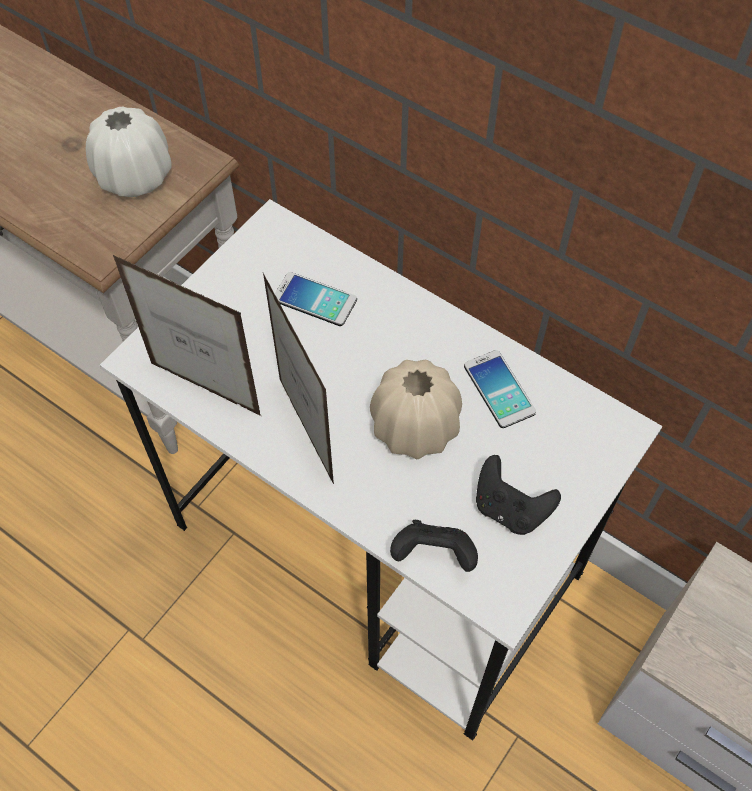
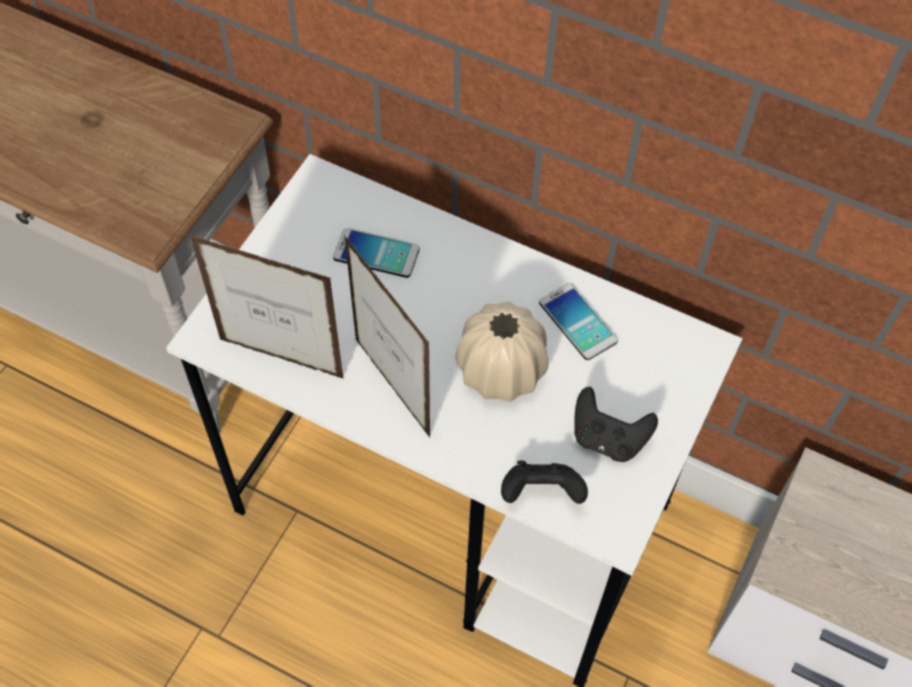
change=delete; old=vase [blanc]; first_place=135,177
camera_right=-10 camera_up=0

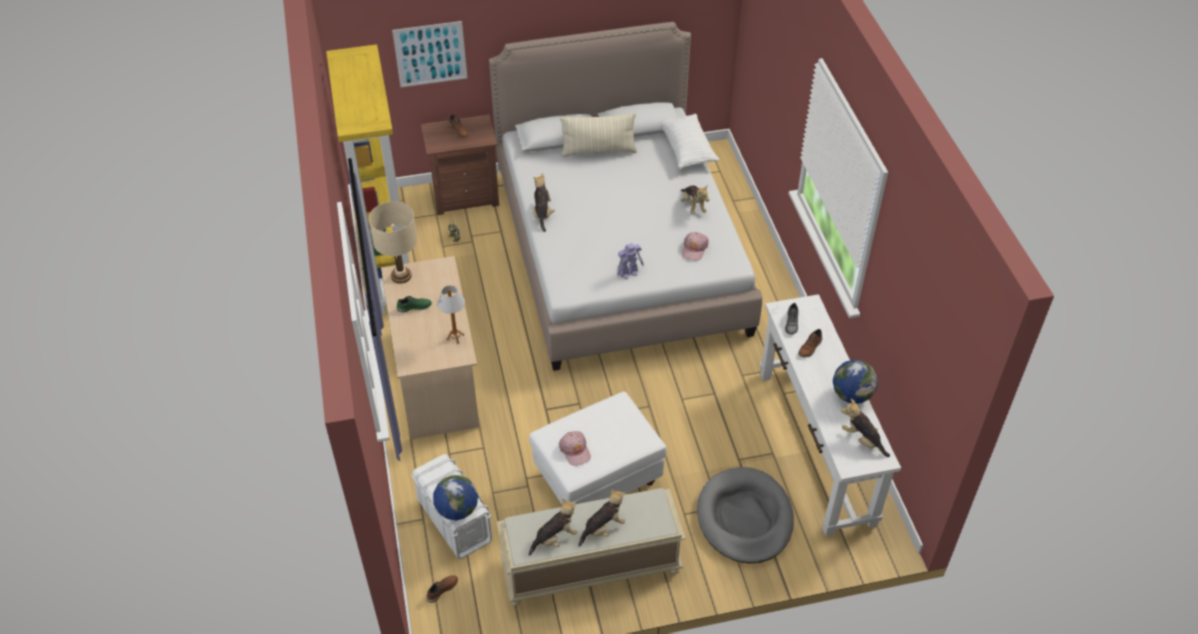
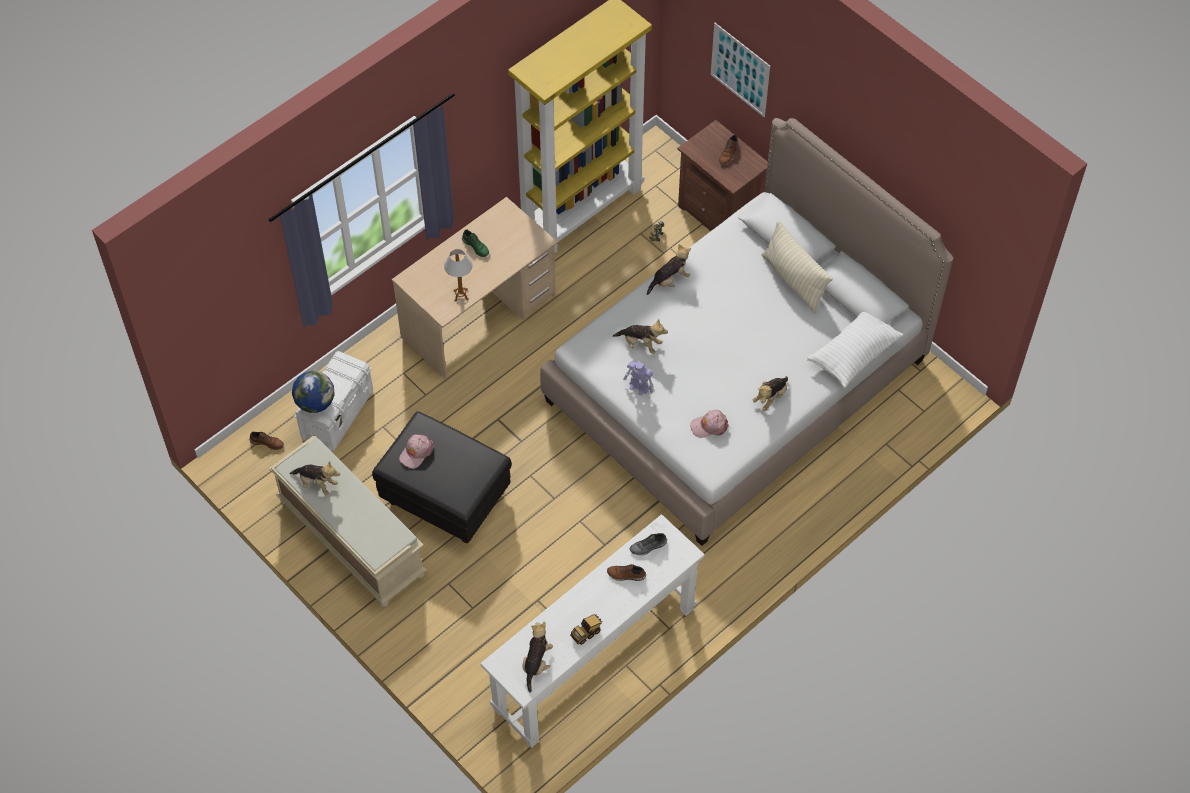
change=delete; old=lampe de table [beige]; first_place=401,276
change=delete; old=panier pour chien [gris]; first_place=744,518
change=move; old=peluche; first_place=603,528; second_place=640,344
change=replace; old=globe; new=camion jouet; first_place=851,395; second_place=586,633
change=recolor; old=pouf [blanc]; new=pouf [noir]; first_place=597,478; second_place=446,497
camera_right=60 camera_up=10

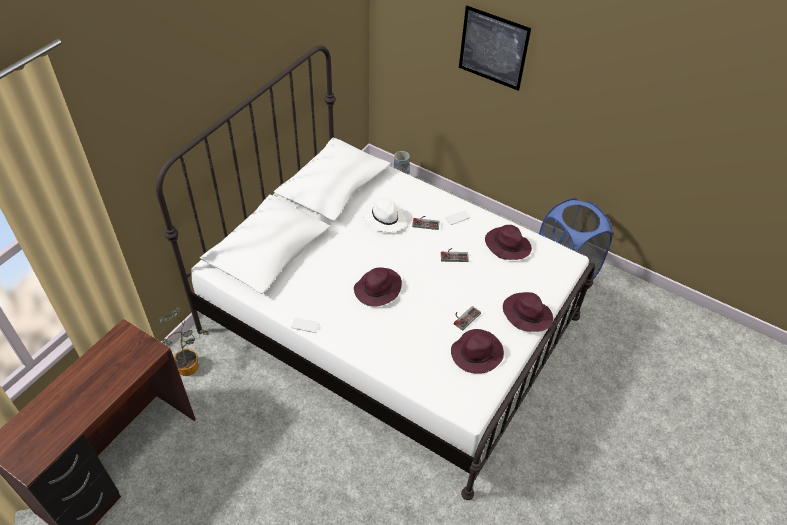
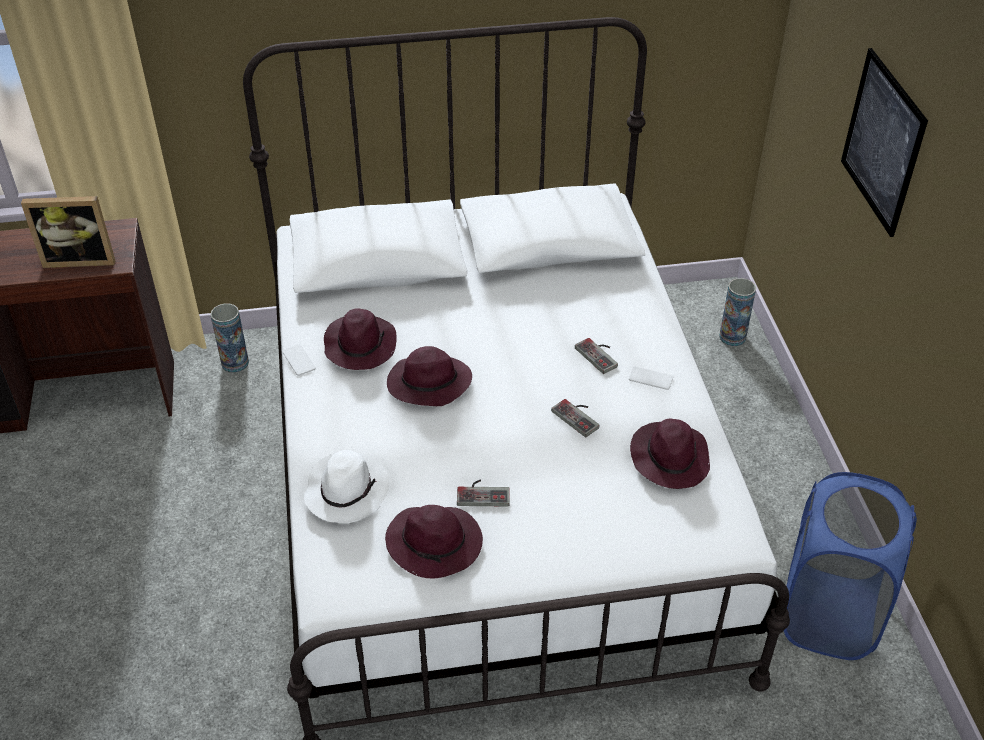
change=insert; new=cadre photo; second_place=80,258
change=move; old=chapeau [blanc]; first_place=384,218; second_place=346,490
change=move; old=chapeau [violet]; first_place=526,314; second_place=360,345
change=replace; old=plante en pot; new=vase; first_place=191,367; second_place=235,363
camera_right=50 camera_up=-5

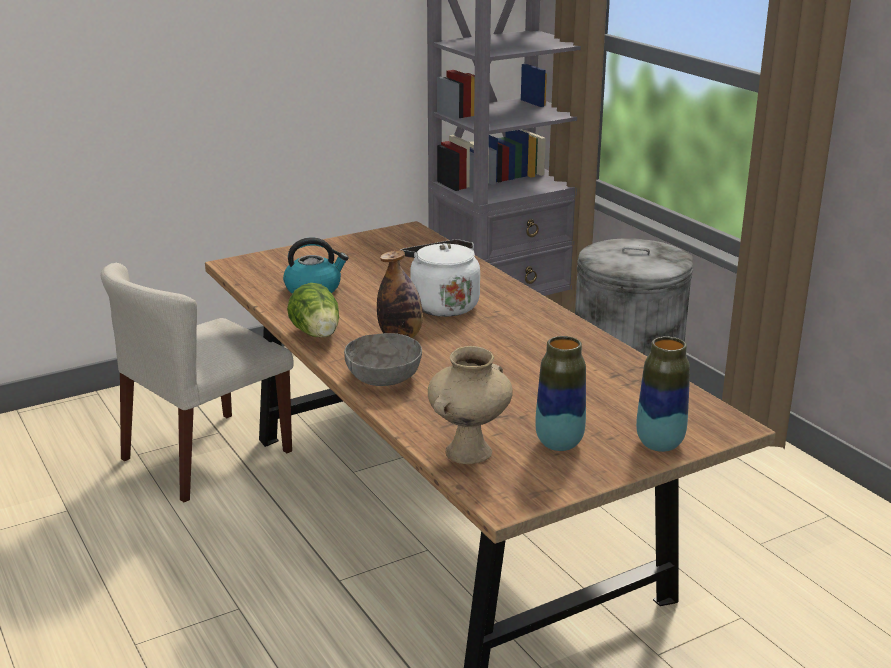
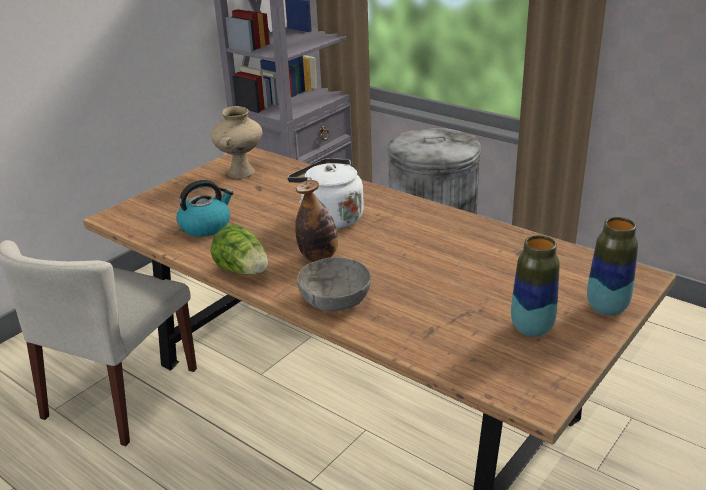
change=move; old=vase [beige]; first_place=469,453; second_place=241,173
camera_right=-20 camera_up=5

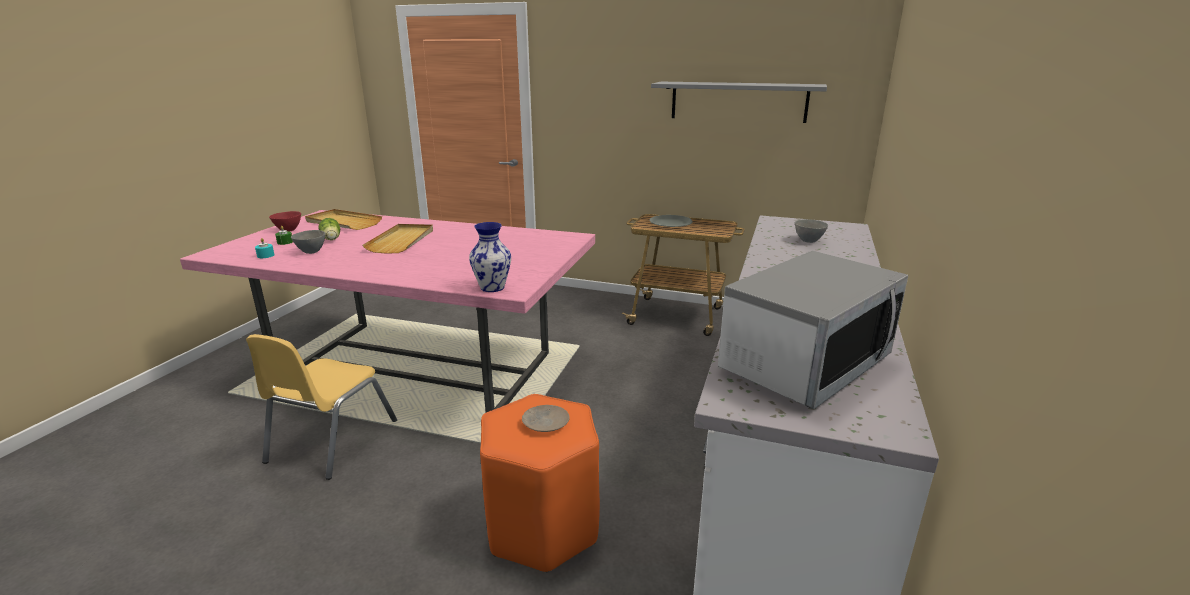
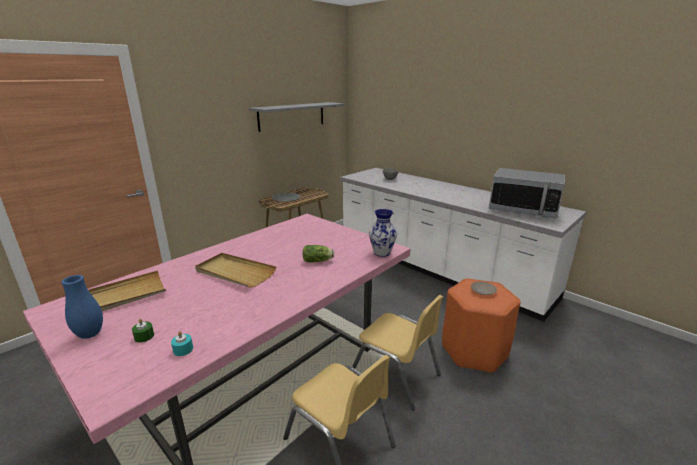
change=delete; old=bol [gris]; first_place=311,252
change=insert; new=chaise [jaune]; second_place=395,375
change=move; old=laitue; first_place=331,239; second_place=318,261
change=replace; old=bol [rouge]; new=vase [bleu]; first_place=288,230; second_place=90,334
change=rotate; old=micro-ondes; first_place=804,364; second_place=523,209; degrees=135
camera_right=-65 camera_up=0

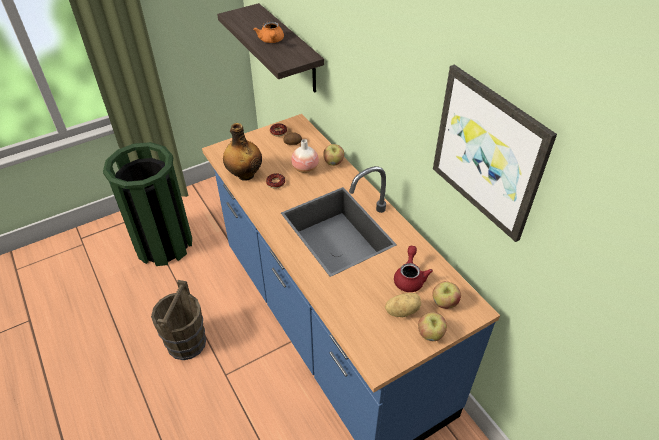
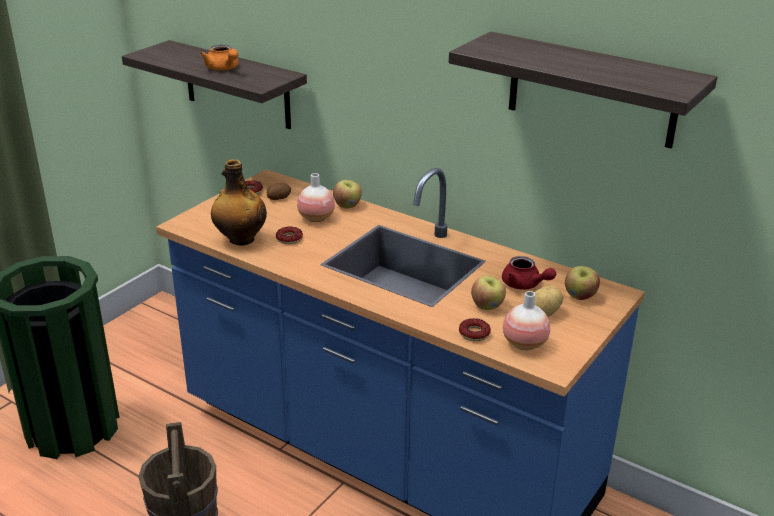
change=insert; new=beignet; second_place=474,333
change=insert; new=vase; second_place=524,344
change=move; old=pomme; first_place=430,334; second_place=487,306
change=replace; old=tableau; new=étagère; first_place=488,152; second_place=592,90
change=rotate; old=théière [rouge]; first_place=409,278; second_place=524,285; degrees=150
camera_right=-25 camera_up=-15

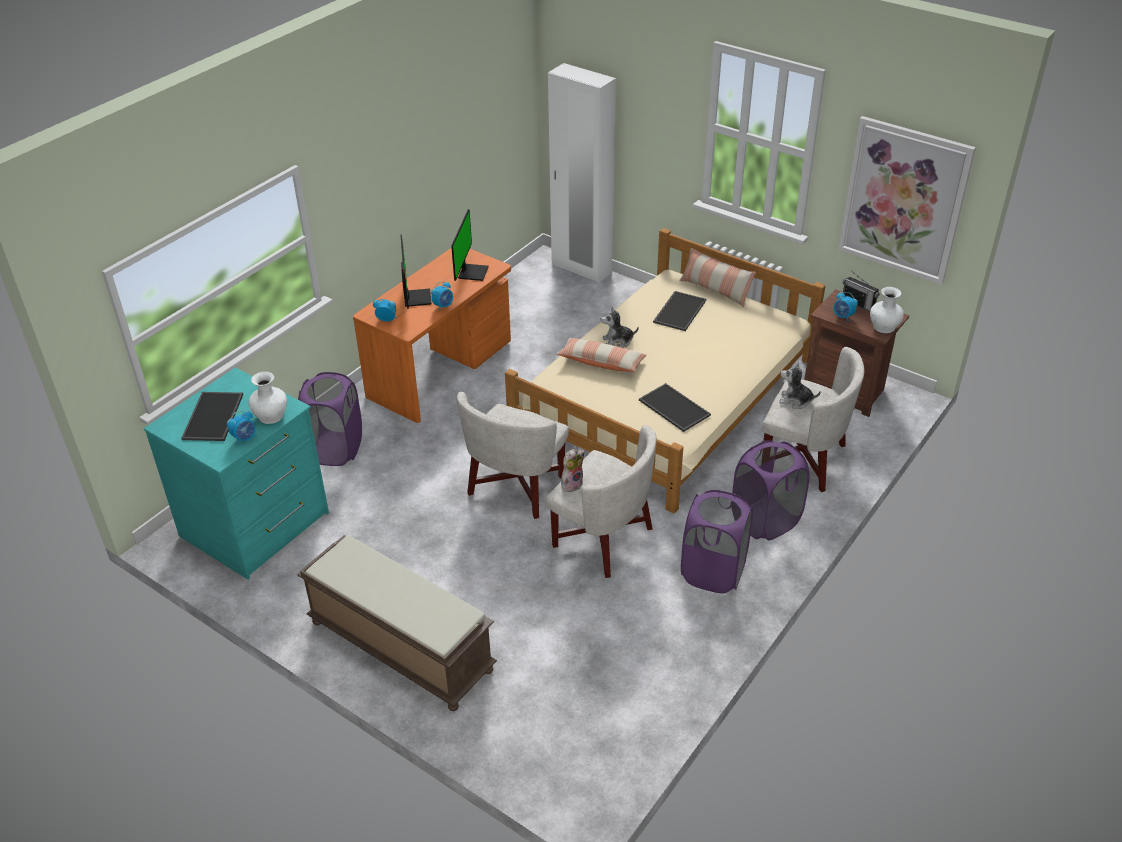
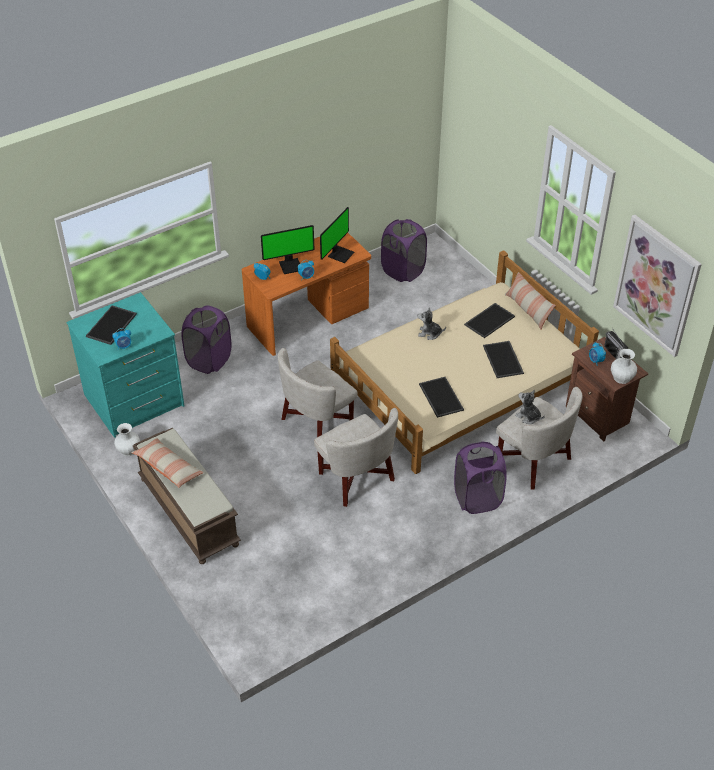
change=delete; old=armoire [blanc]; first_place=581,268
change=delete; old=peluche; first_place=571,484
change=insert; new=plateau; second_place=504,360
change=move; old=vase [blanc]; first_place=271,415; second_place=129,450
change=move; old=coussin; first_place=601,362; second_place=168,468
change=move; old=panier à linge [violet]; first_place=713,572; second_place=403,271
change=rotate; old=écran d'ordinateur; first_place=415,298; second_place=290,265; degrees=60
camera_right=20 camera_up=5

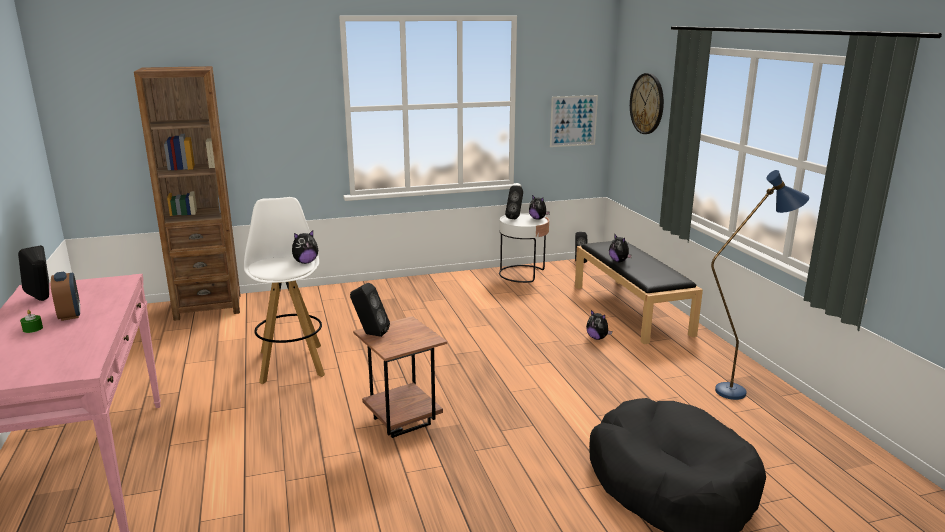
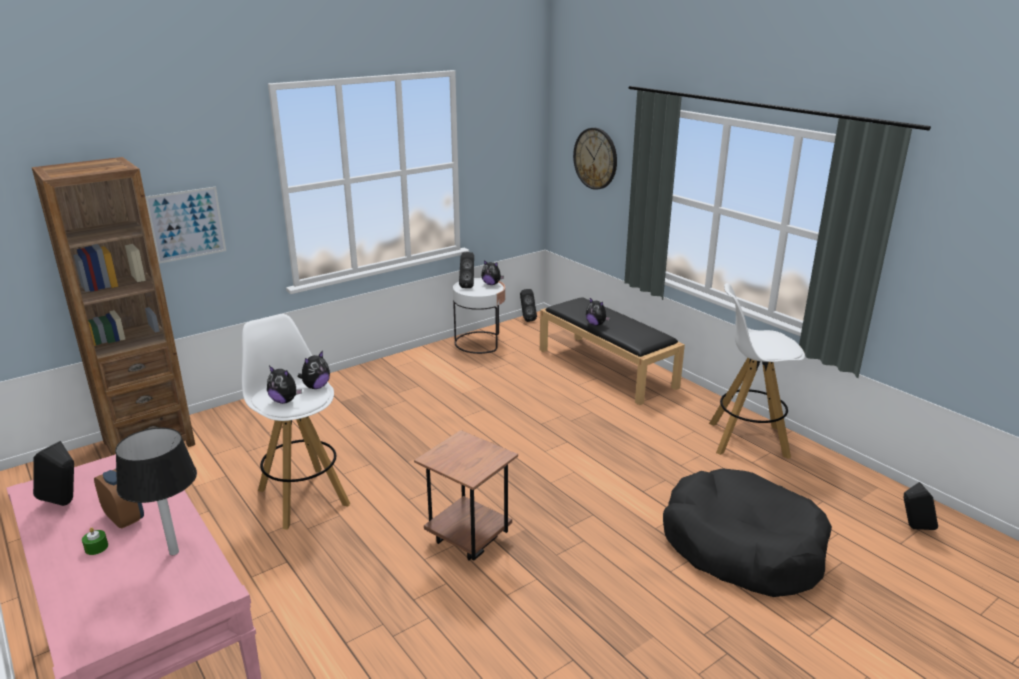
change=insert; new=lampe de table [noir]; second_place=173,552
change=move; old=enceinte [noir]; first_place=370,334; second_place=913,528
change=move; old=tableau; first_place=573,121; second_place=187,224
change=move; old=peluche; first_place=597,338; second_place=285,401
change=replace; old=lampadaire [bleu]; new=tabouret [blanc]; first_place=741,391; second_place=746,439
camera_right=-20 camera_up=5

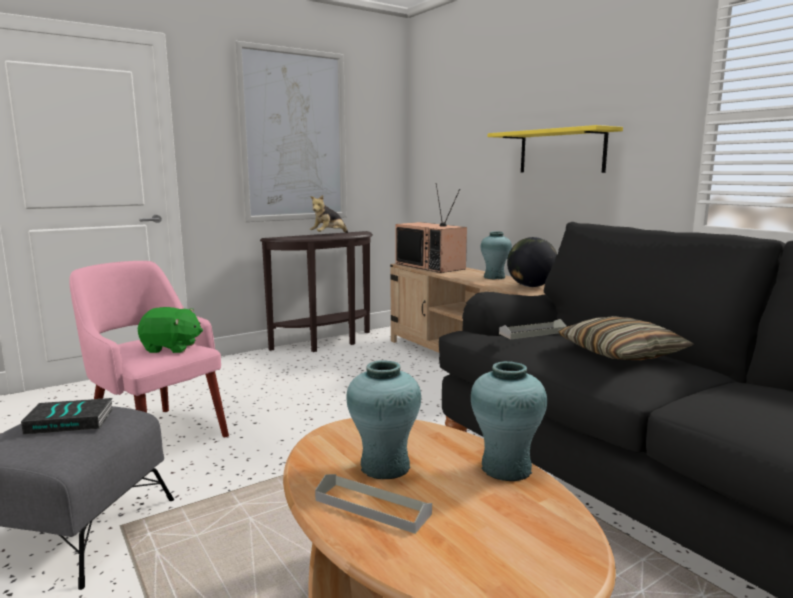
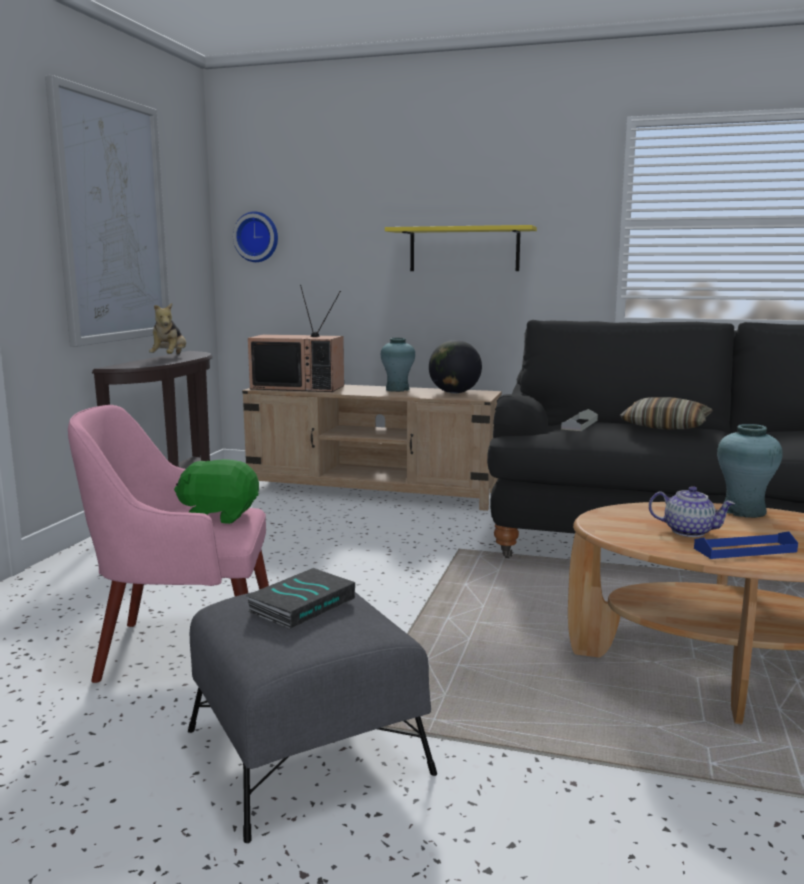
change=insert; new=horloge murale; second_place=257,237
change=replace; old=vase [turquoise]; new=théière; first_place=385,467; second_place=689,531
change=recolor; old=plateau [gris]; new=plateau [bleu]; first_place=372,507; second_place=745,550
change=rotate; old=peluche [vert]; first_place=171,348; second_place=219,515; degrees=-135
camera_right=-40 camera_up=0

